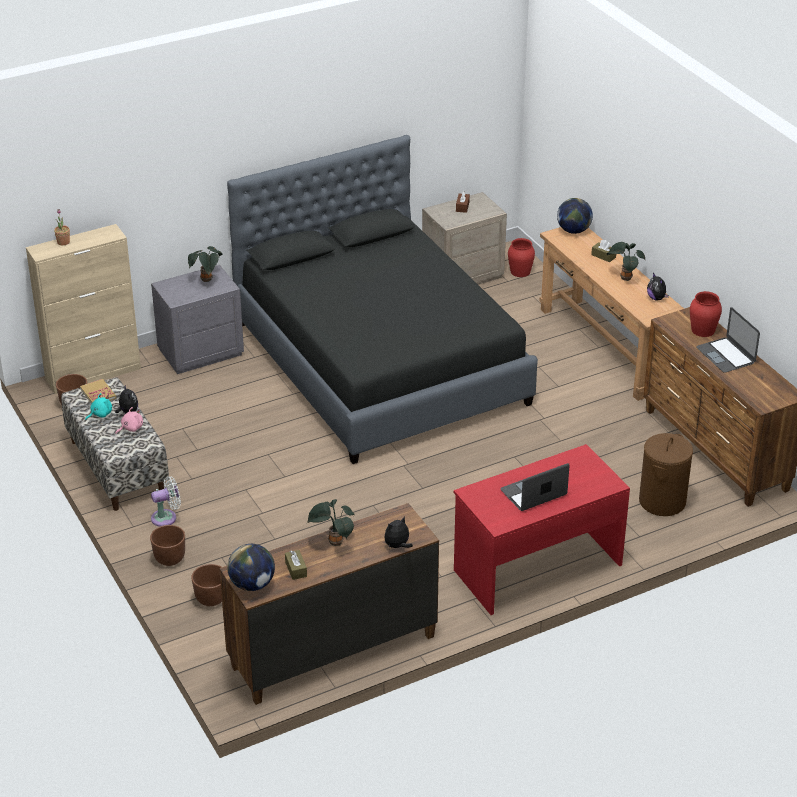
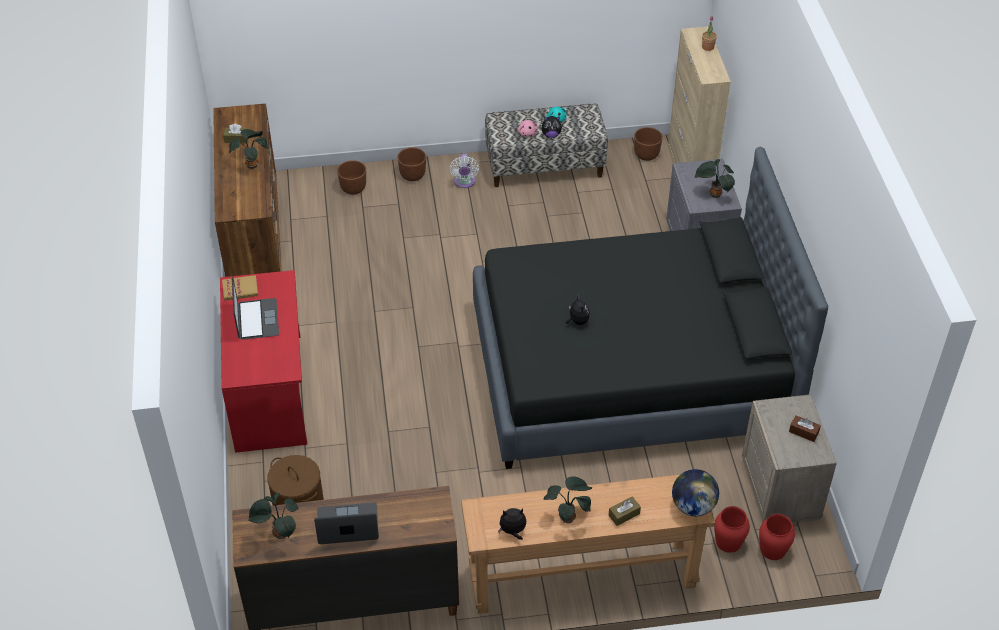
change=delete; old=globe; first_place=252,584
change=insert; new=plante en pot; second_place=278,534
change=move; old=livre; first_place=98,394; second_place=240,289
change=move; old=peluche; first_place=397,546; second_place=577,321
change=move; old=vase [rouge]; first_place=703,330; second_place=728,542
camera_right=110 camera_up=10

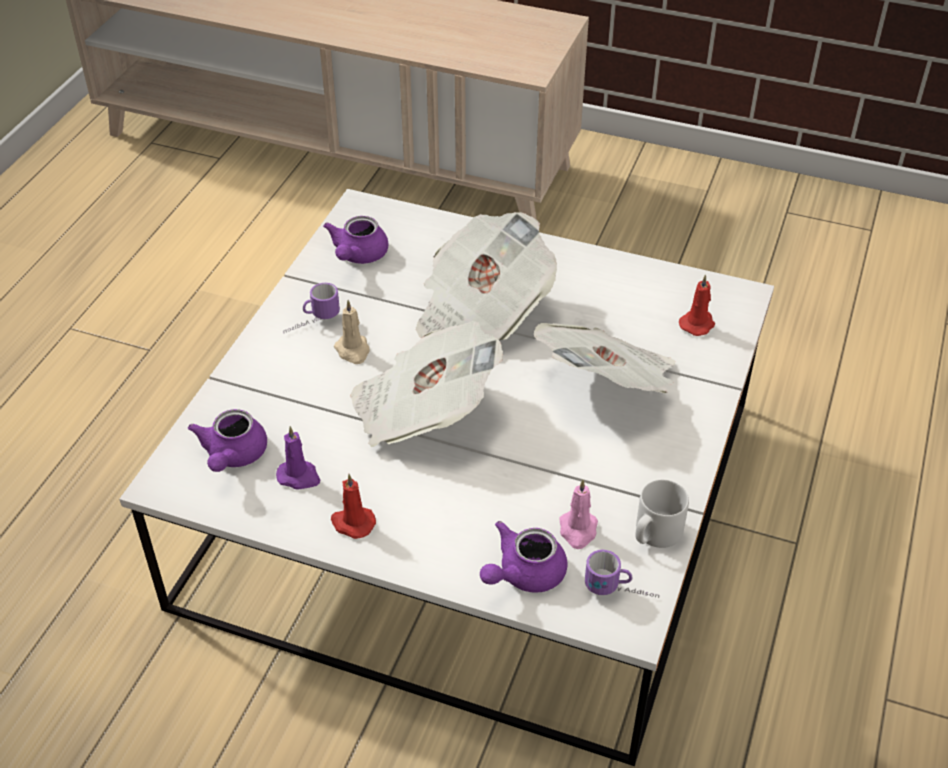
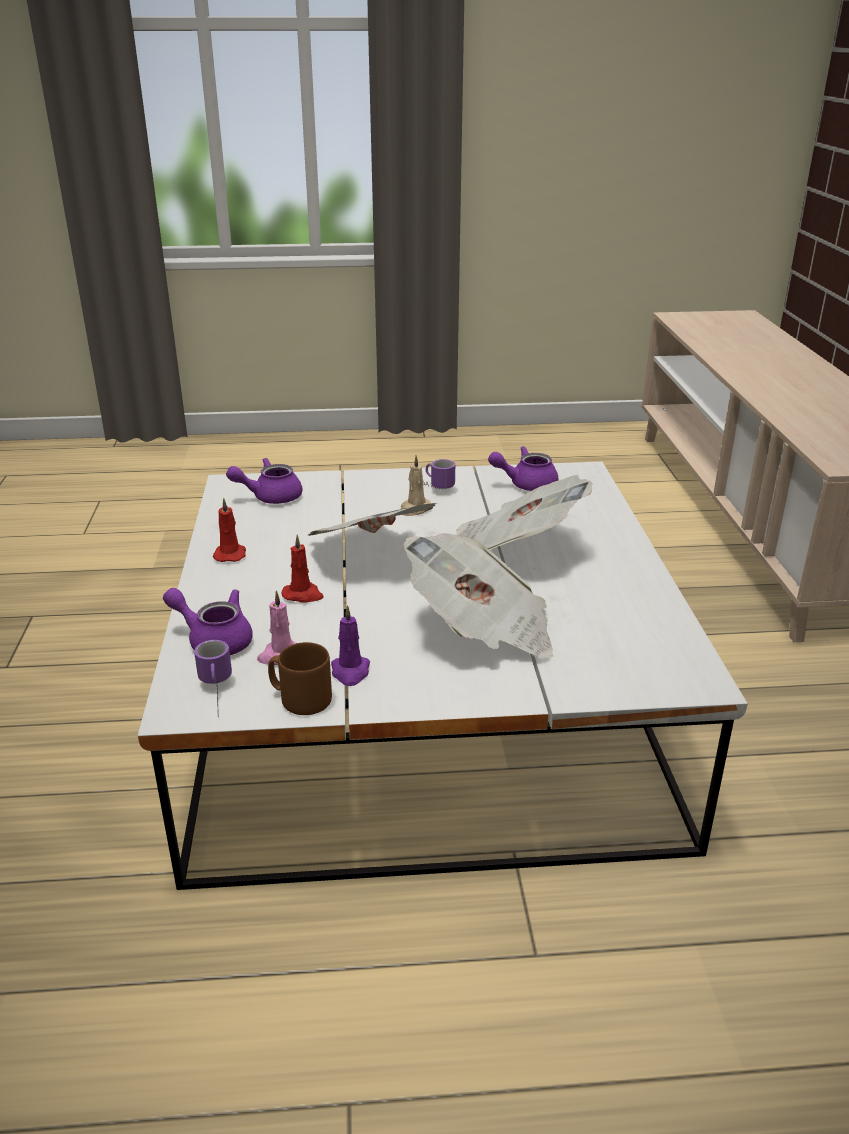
change=move; old=bougie [violet]; first_place=299,476; second_place=350,672
change=move; old=bougie [rouge]; first_place=698,324; second_place=303,595
change=recolor; old=mug [gris]; new=mug [marron]; first_place=655,534; second_place=300,699
camera_right=65 camera_up=-15

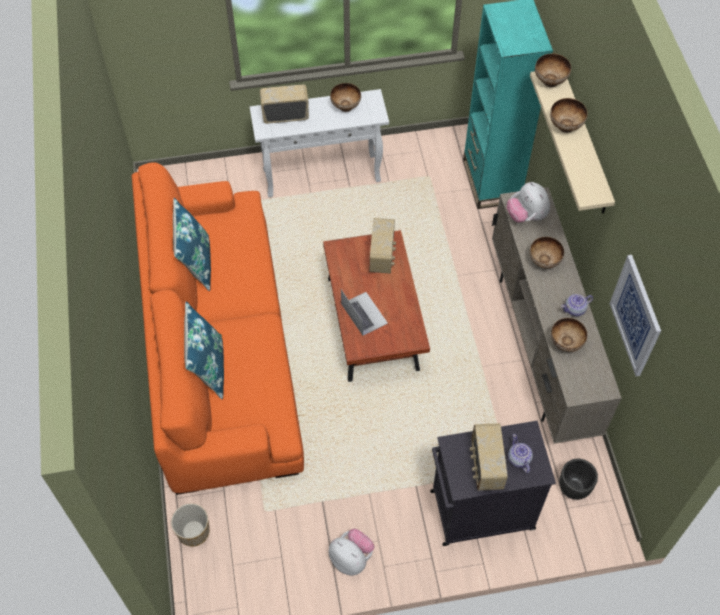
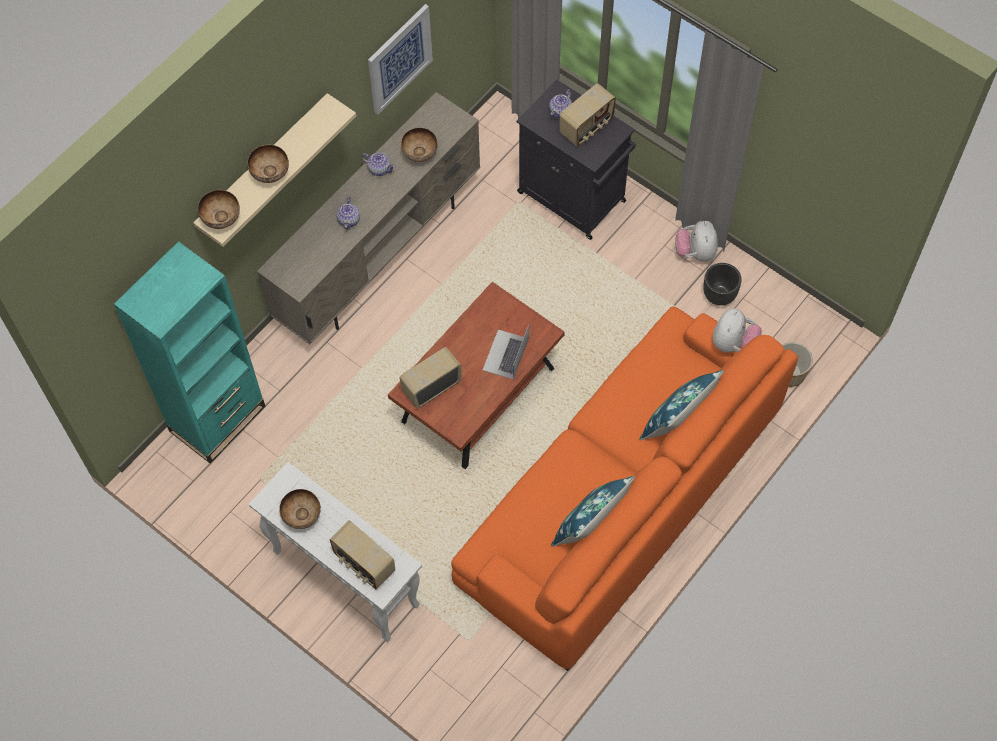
change=move; old=peluche; first_place=526,216; second_place=733,343
change=move; old=cache-pot [noir]; first_place=573,488; second_place=719,295
change=replace; old=bol; new=théière; first_place=544,262; second_place=349,219
camera_right=-130 camera_up=5

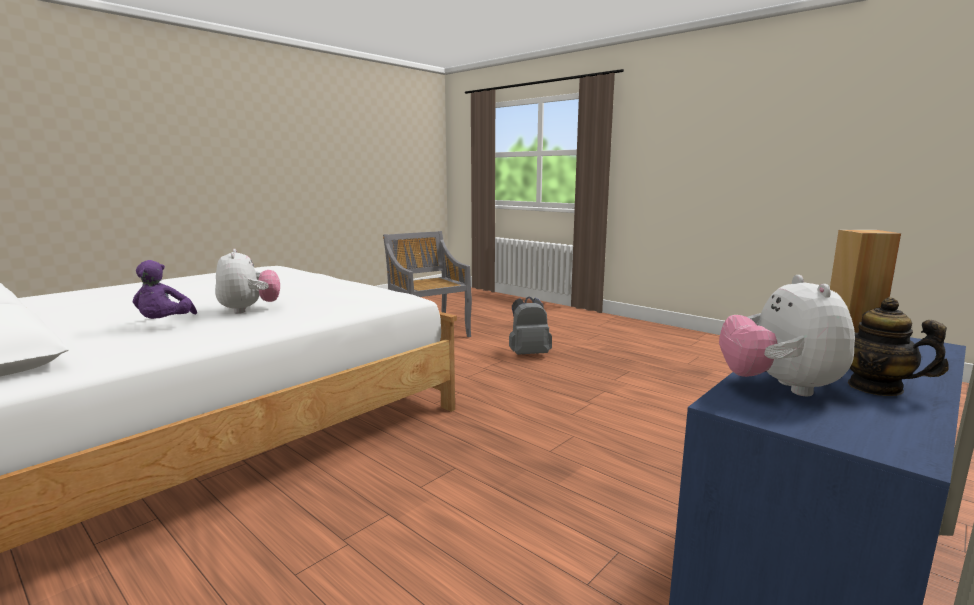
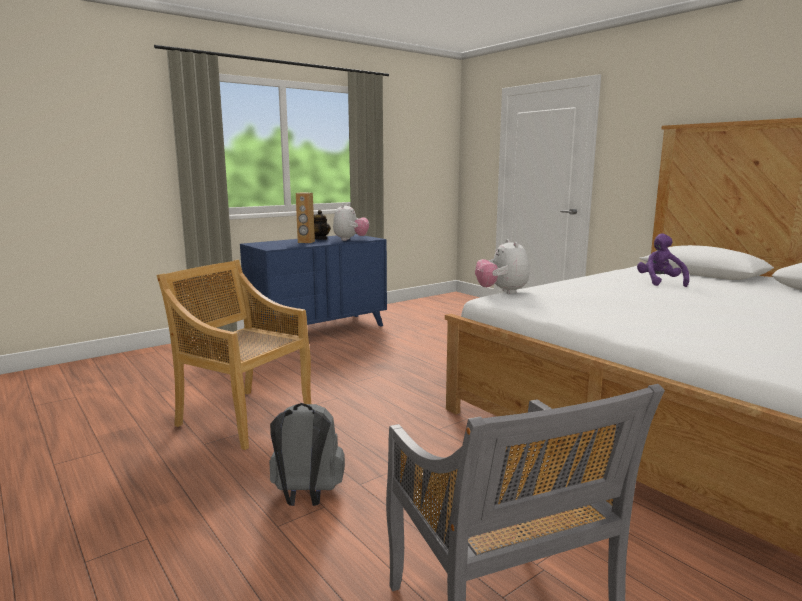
change=insert; new=chaise [beige]; second_place=244,417
change=move; old=peluche; first_place=249,310; second_place=502,292
camera_right=-170 camera_up=0

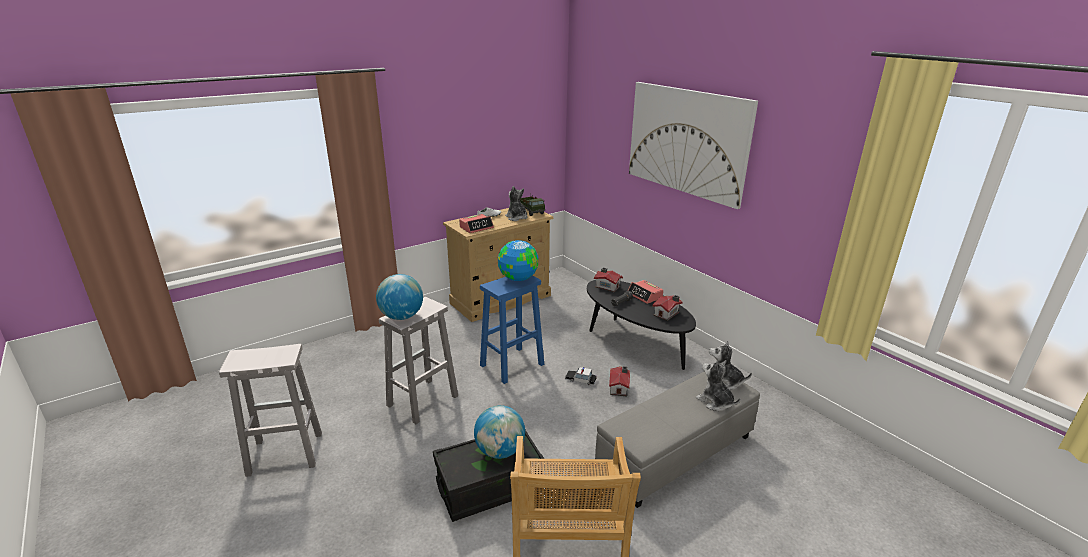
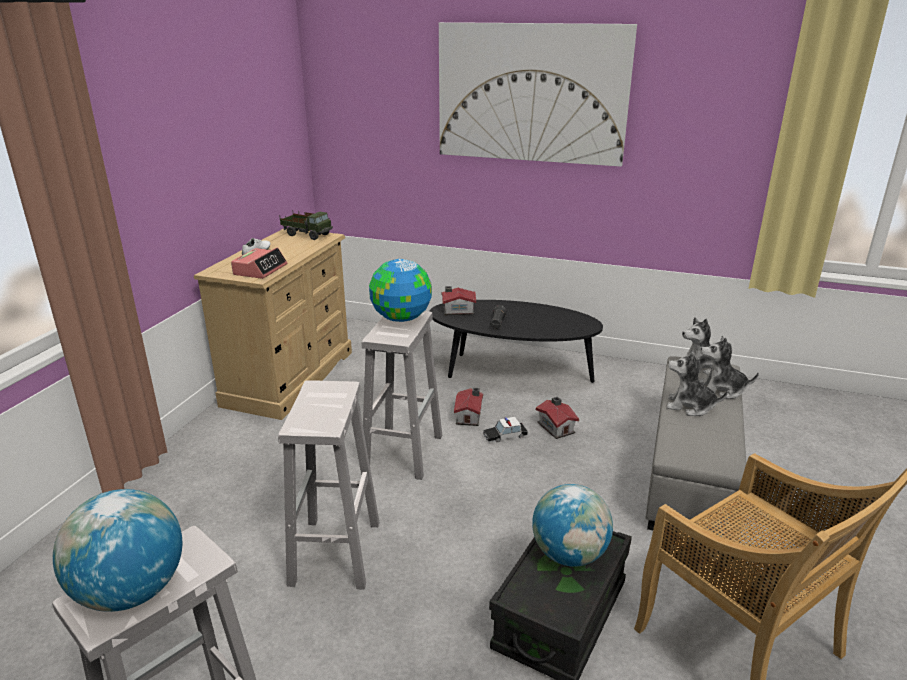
change=delete; old=réveil; first_place=645,296
change=move; old=globe; first_place=401,317; second_place=131,592
change=move; old=peluche; first_place=516,218; second_place=689,406
change=move; old=maison miniature; first_place=667,314; second_place=469,416
change=recolor; old=tabouret [bleu]; new=tabouret [blanc]; first_place=512,364; second_place=403,451
camera_right=-35 camera_up=0

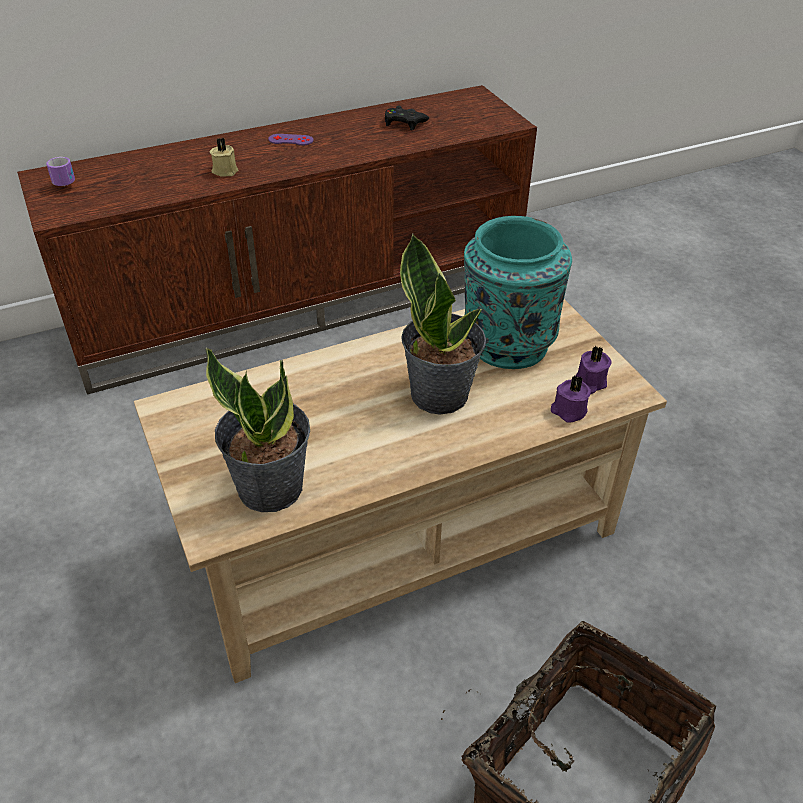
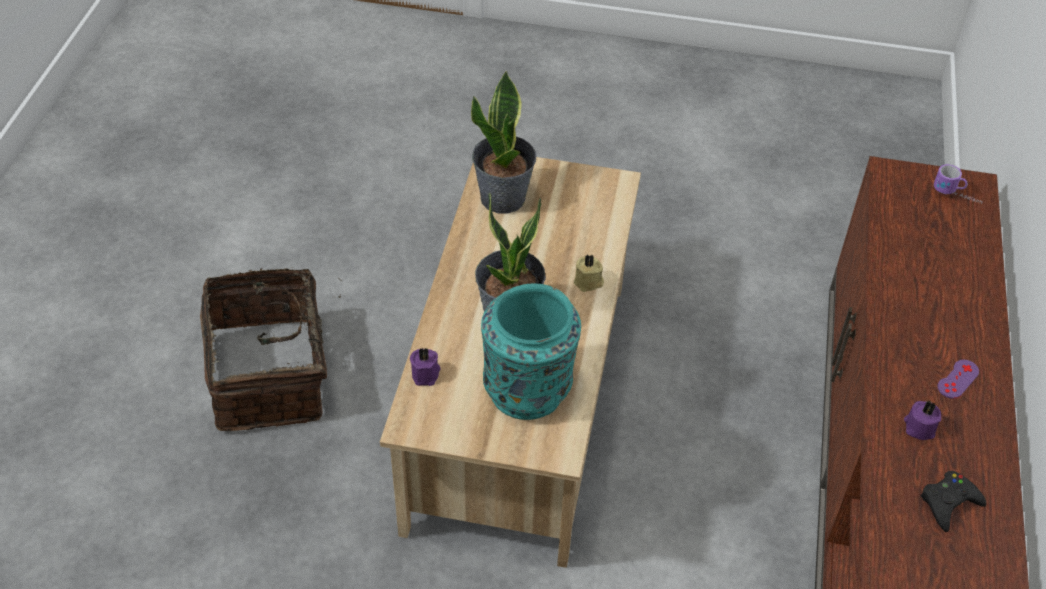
change=move; old=bougie [beige]; first_place=225,170; second_place=588,282
change=move; old=bougie [violet]; first_place=589,383; second_place=919,427
camera_right=125 camera_up=5

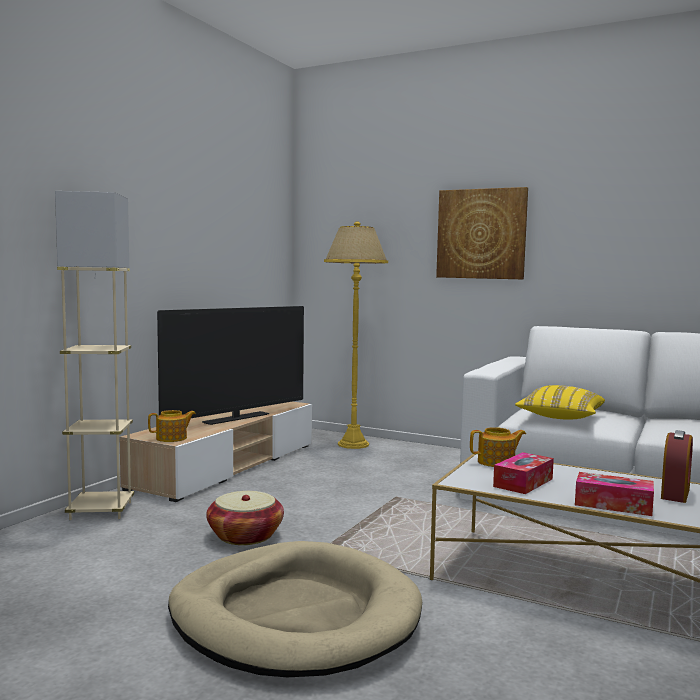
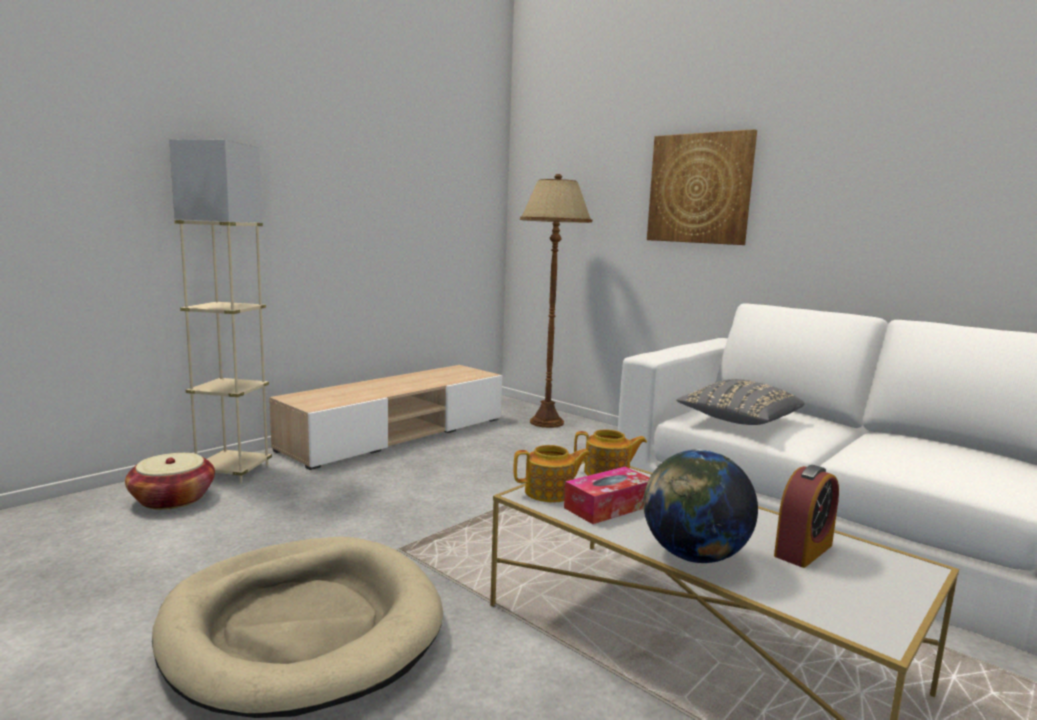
change=delete; old=téléviseur; first_place=236,418
change=move; old=théière; first_place=172,438; second_place=550,493
change=move; old=panier; first_place=245,536; second_place=173,499
change=replace; old=boîte à mouchoirs; new=globe; first_place=613,504; second_place=694,556
change=recolor; old=lampadaire [jaune]; new=lampadaire [marron]; first_place=353,444; second_place=546,422
change=recolor; old=coussin [jaune]; new=coussin [gris]; first_place=560,418; second_place=738,421
camera_right=15 camera_up=5

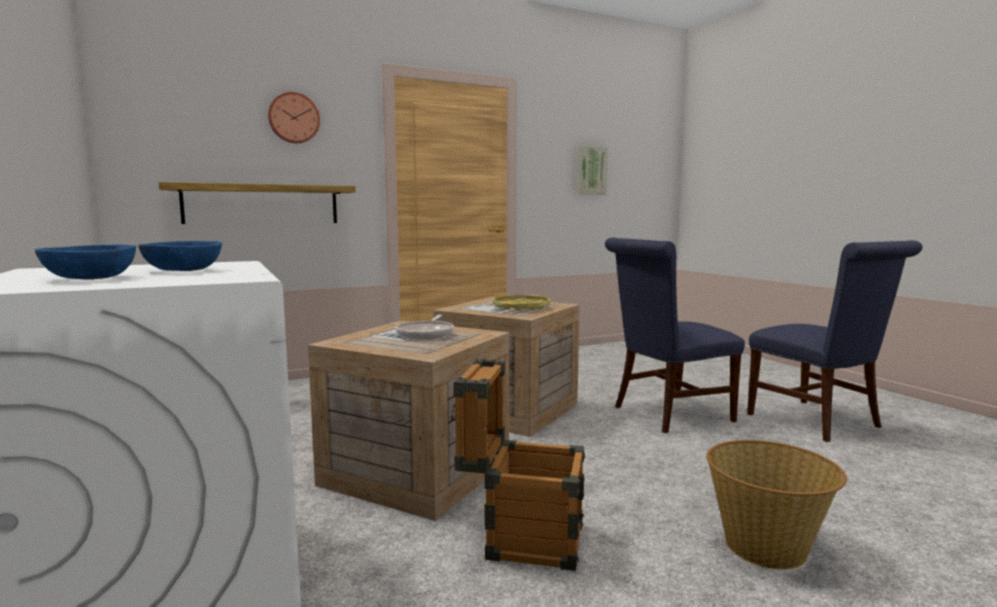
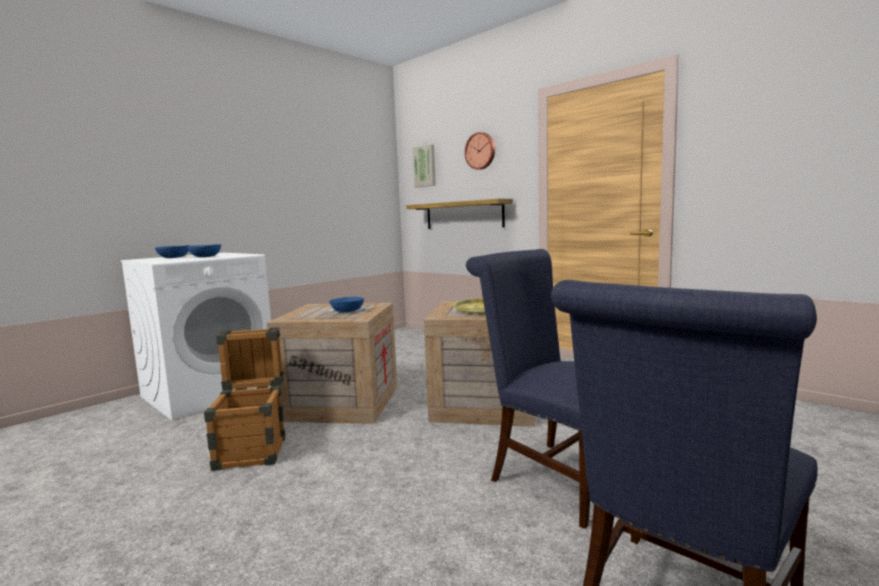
change=delete; old=panier; first_place=767,547
change=move; old=tableau; first_place=591,170; second_place=425,166
change=replace; old=poêle; new=bol [bleu]; first_place=426,334; second_place=347,311
camera_right=70 camera_up=0

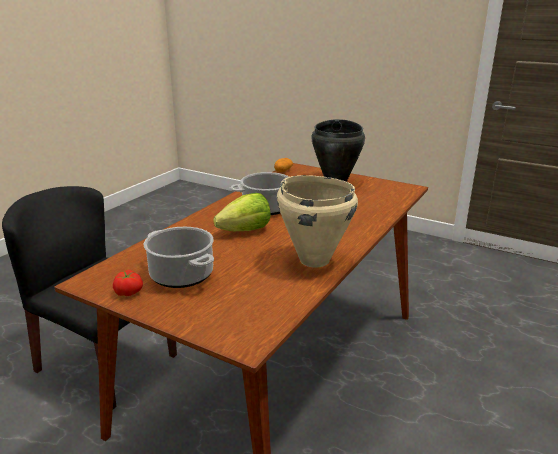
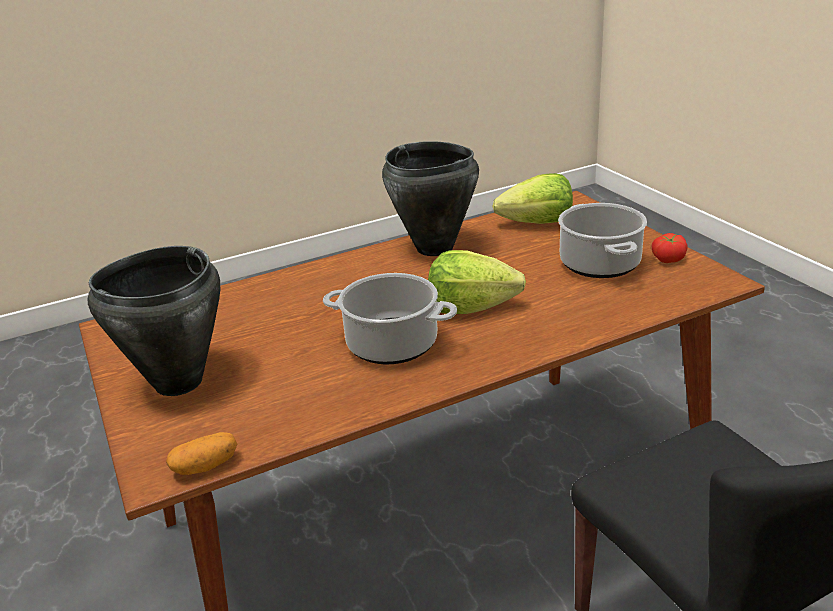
change=insert; new=laitue; second_place=537,223
change=recolor; old=marmite [beige]; new=marmite [noir]; first_place=314,260; second_place=434,248
camera_right=-145 camera_up=5

